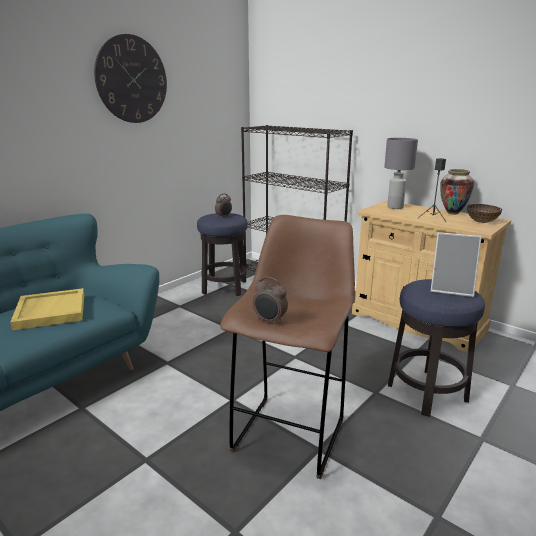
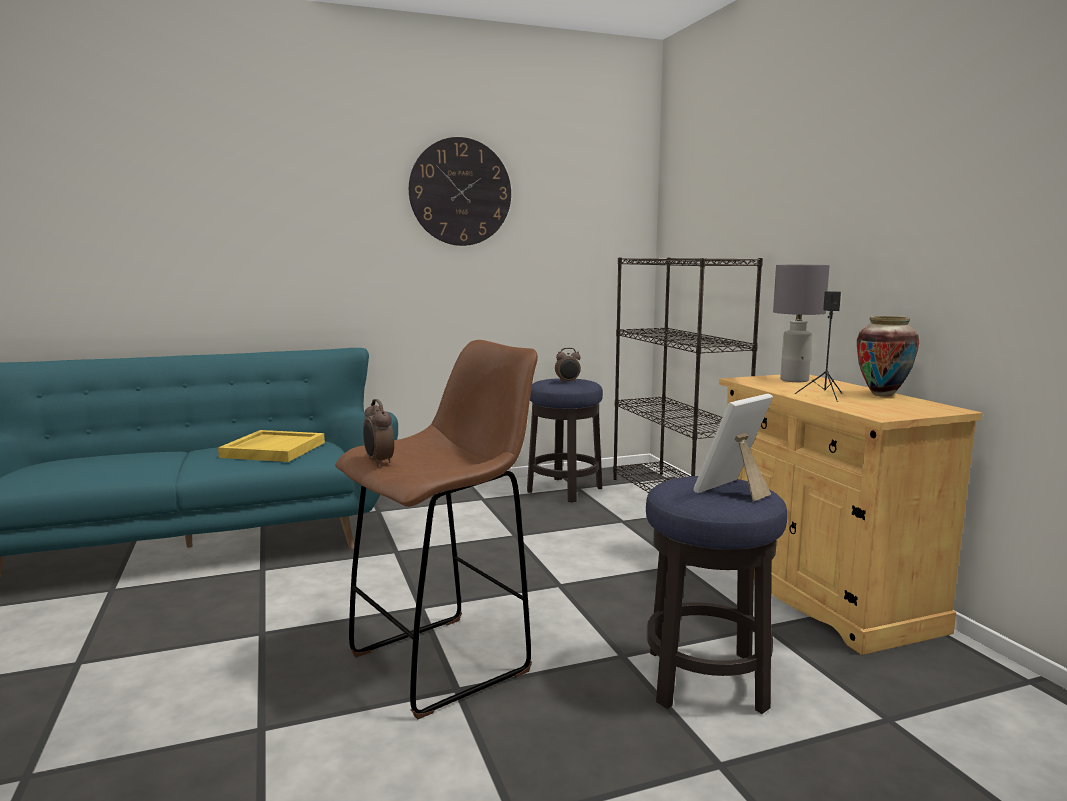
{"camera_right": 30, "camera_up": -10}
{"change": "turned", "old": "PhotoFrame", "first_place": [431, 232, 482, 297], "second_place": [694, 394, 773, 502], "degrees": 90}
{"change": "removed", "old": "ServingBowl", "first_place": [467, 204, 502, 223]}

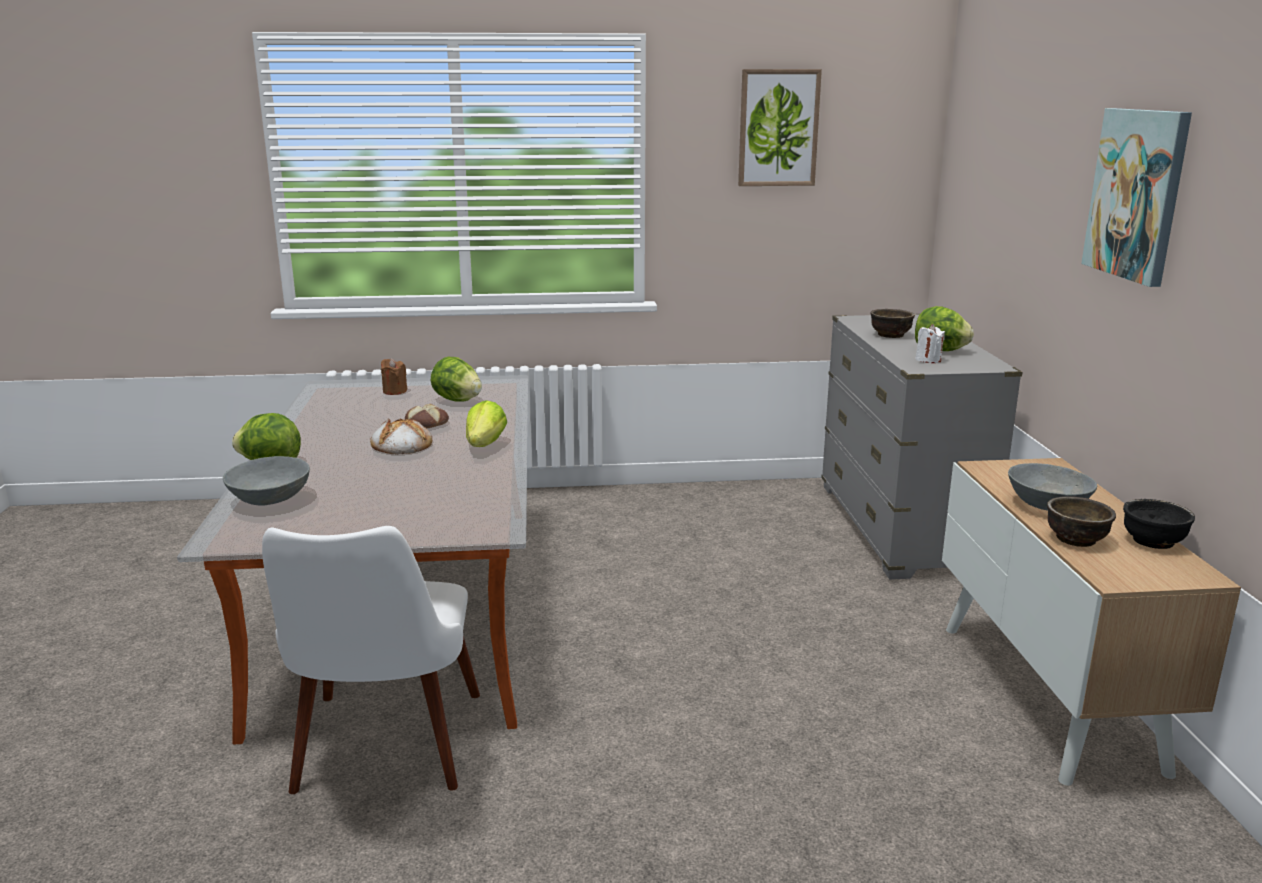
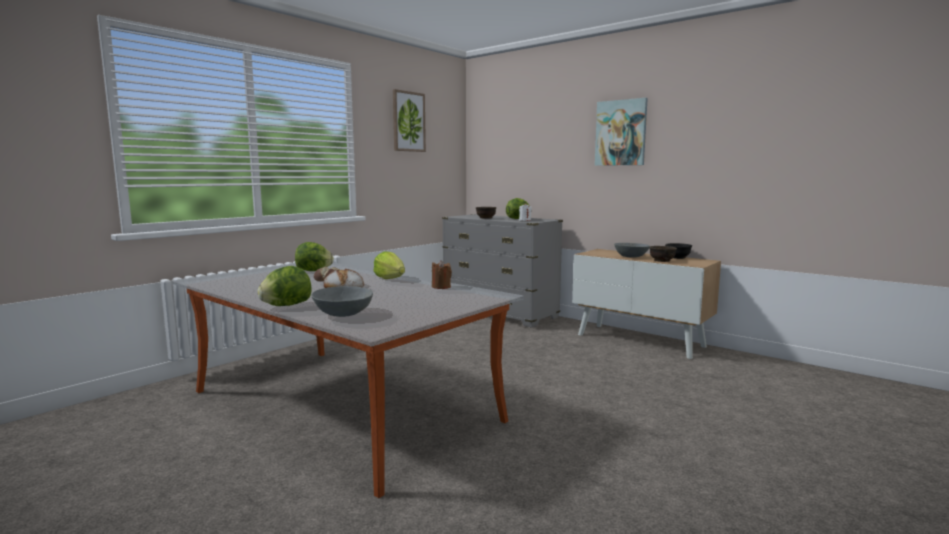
{"camera_right": -45, "camera_up": -10}
{"change": "moved", "old": "BrownColouredCandle", "first_place": [381, 358, 407, 395], "second_place": [432, 260, 452, 289]}
{"change": "removed", "old": "WhiteColouredUprightChair", "first_place": [262, 526, 480, 794]}

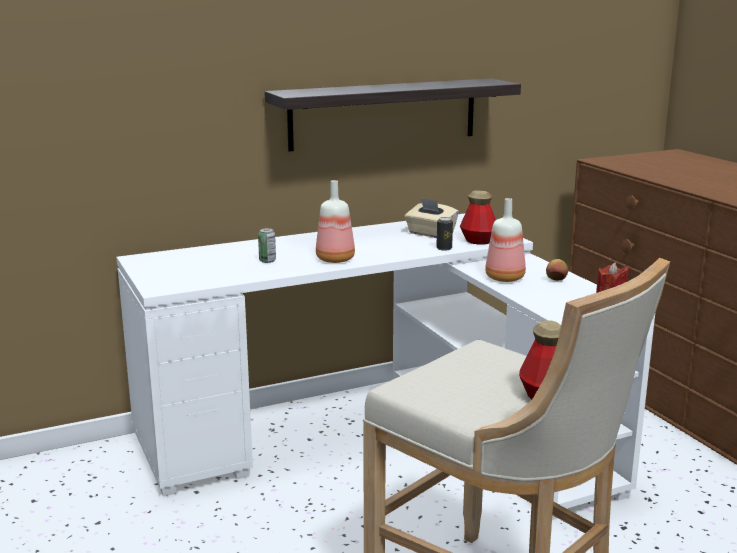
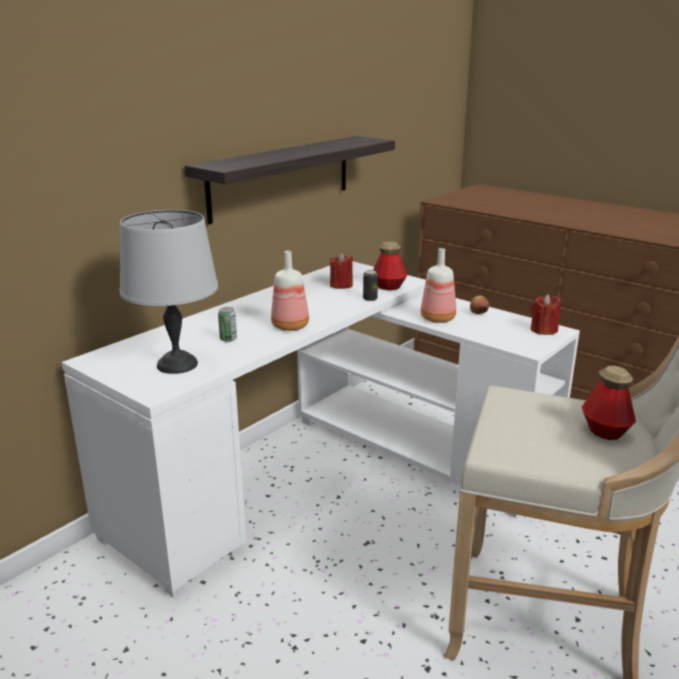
{"camera_right": -25, "camera_up": 5}
{"change": "added", "new": "GreyTableLamp", "second_place": [120, 210, 218, 374]}
{"change": "replaced", "old": "BeigeBoxOfTissues", "new": "ReddishCandle", "first_place": [405, 198, 459, 238], "second_place": [330, 253, 353, 289]}

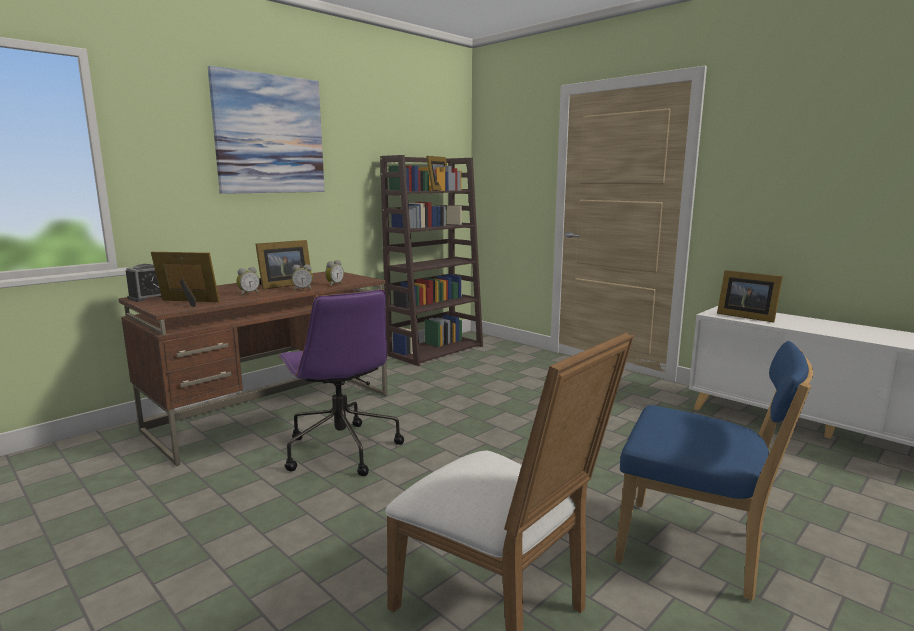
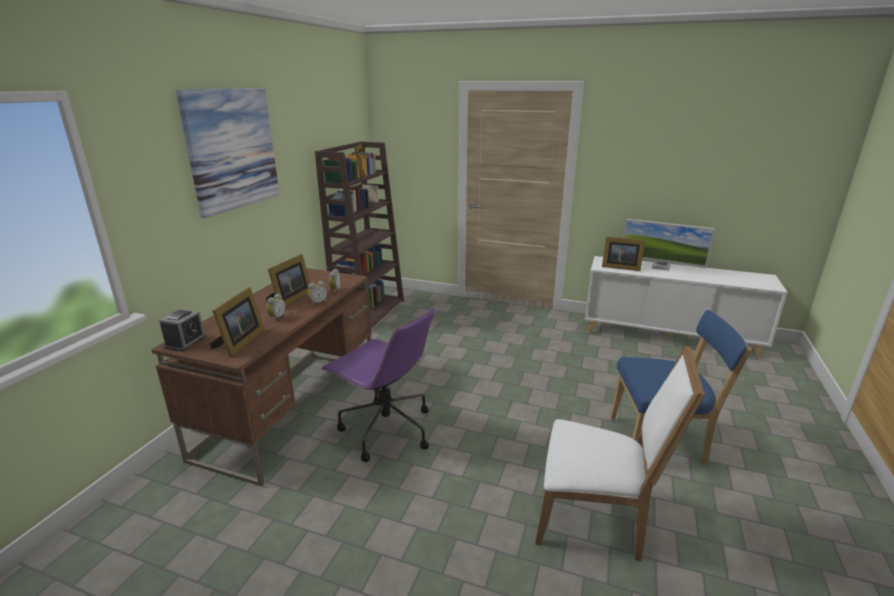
{"camera_right": -25, "camera_up": 10}
{"change": "turned", "old": "PhotoFrame", "first_place": [151, 252, 220, 307], "second_place": [211, 287, 265, 357], "degrees": 120}
{"change": "added", "new": "ComputerScreen", "second_place": [624, 218, 715, 271]}

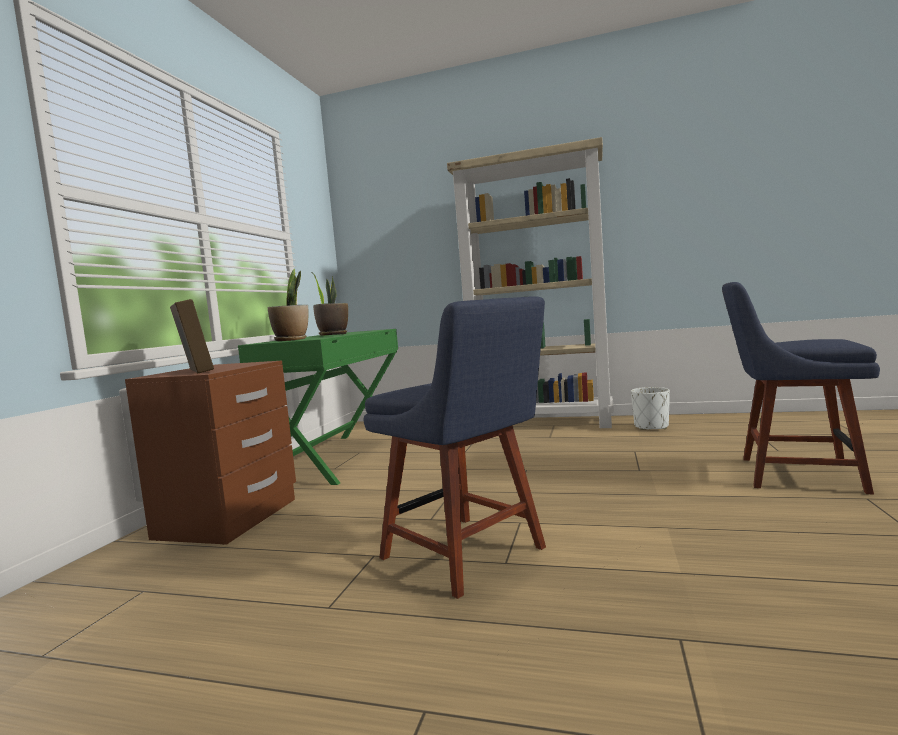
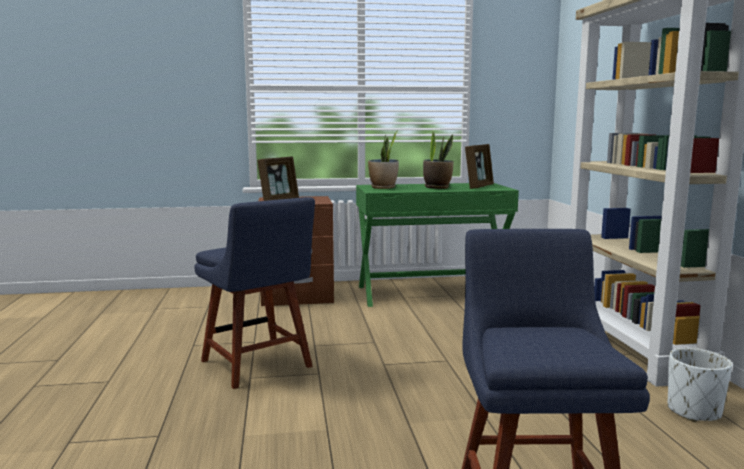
{"camera_right": 65, "camera_up": 5}
{"change": "turned", "old": "BlueColouredUprightChair", "first_place": [364, 296, 546, 599], "second_place": [194, 197, 315, 389], "degrees": -60}
{"change": "added", "new": "PhotoFrame", "second_place": [465, 144, 494, 189]}

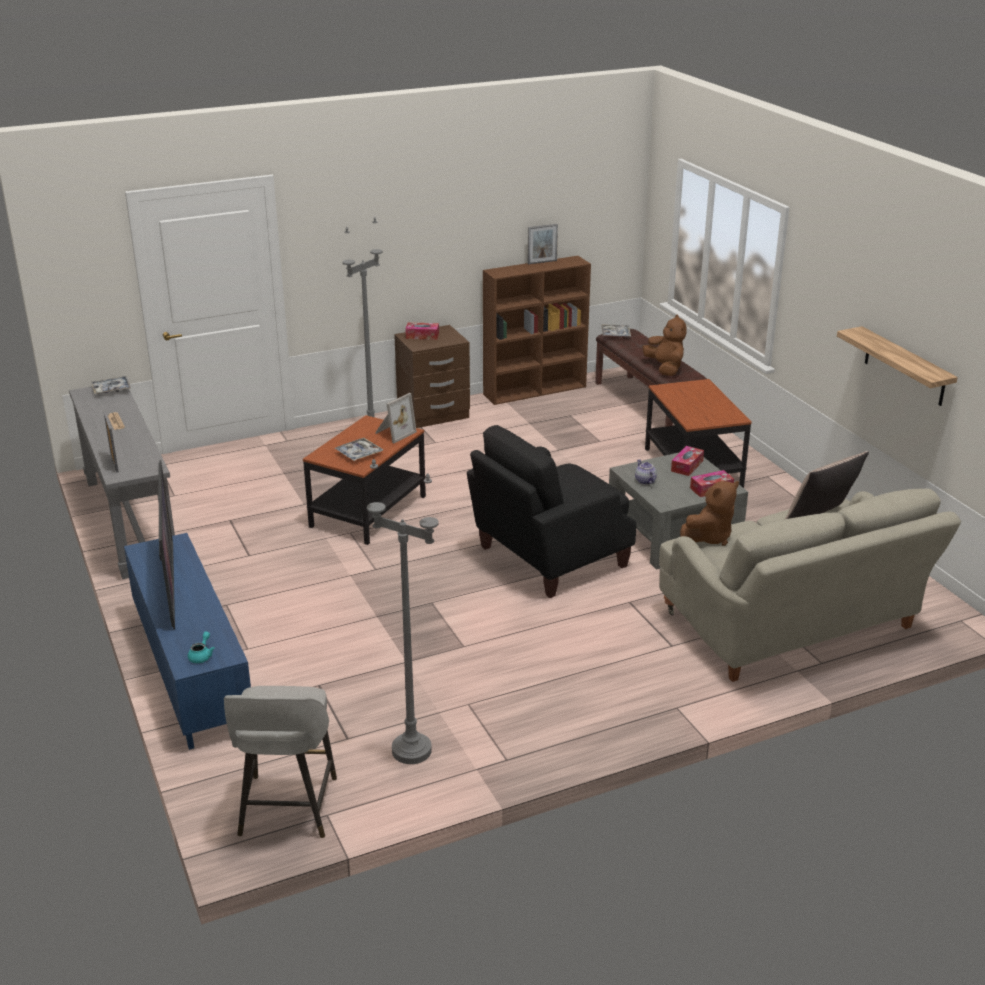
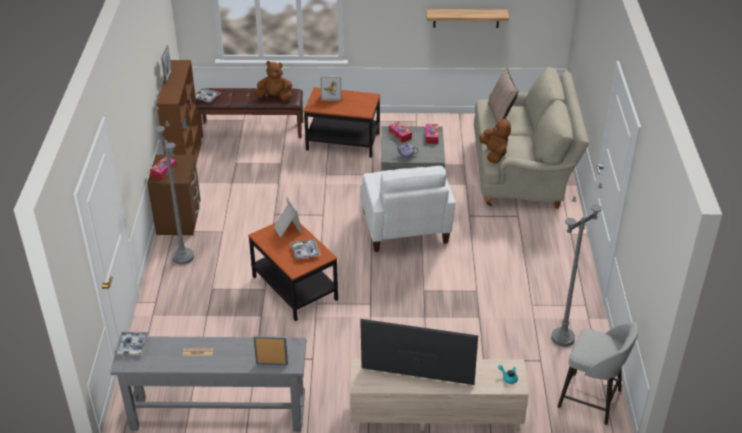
{"camera_right": -65, "camera_up": 10}
{"change": "added", "new": "PhotoFrame", "second_place": [320, 76, 342, 101]}
{"change": "recoloured", "old": "BlueColouredMediaConsole", "new": "BeigeMediaConsole", "first_place": [124, 533, 251, 750], "second_place": [350, 358, 529, 432]}
{"change": "recoloured", "old": "BlackColouredLoungeChair", "new": "WhiteColouredLoungeChair", "first_place": [467, 425, 636, 598], "second_place": [360, 166, 456, 252]}

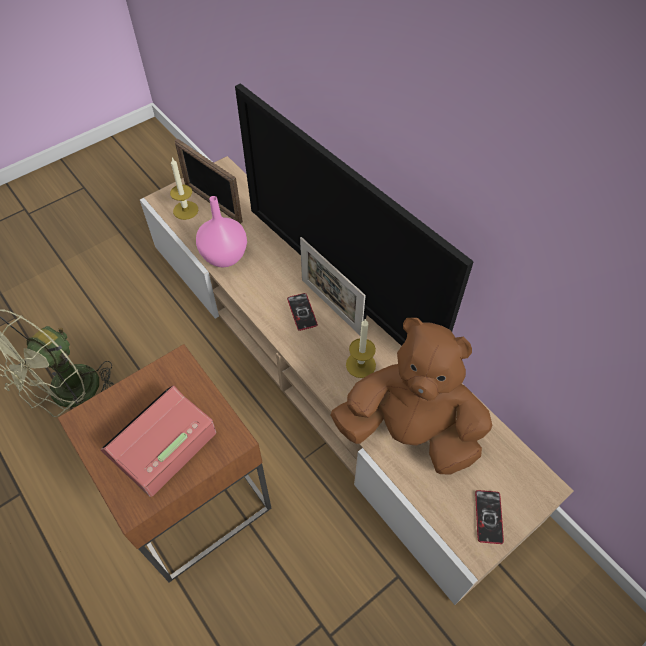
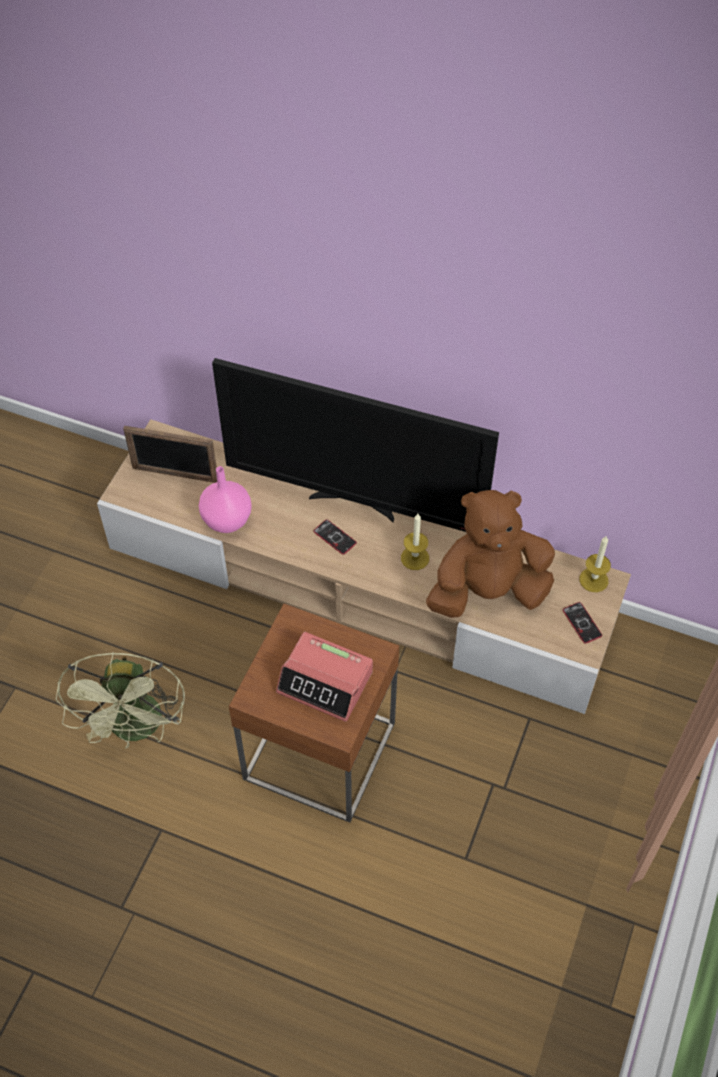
{"camera_right": -30, "camera_up": 0}
{"change": "turned", "old": "TableClock", "first_place": [101, 385, 216, 497], "second_place": [276, 632, 373, 722], "degrees": -75}
{"change": "moved", "old": "Candle", "first_place": [170, 157, 198, 220], "second_place": [580, 536, 611, 592]}
{"change": "removed", "old": "PhotoFrame", "first_place": [300, 237, 366, 335]}

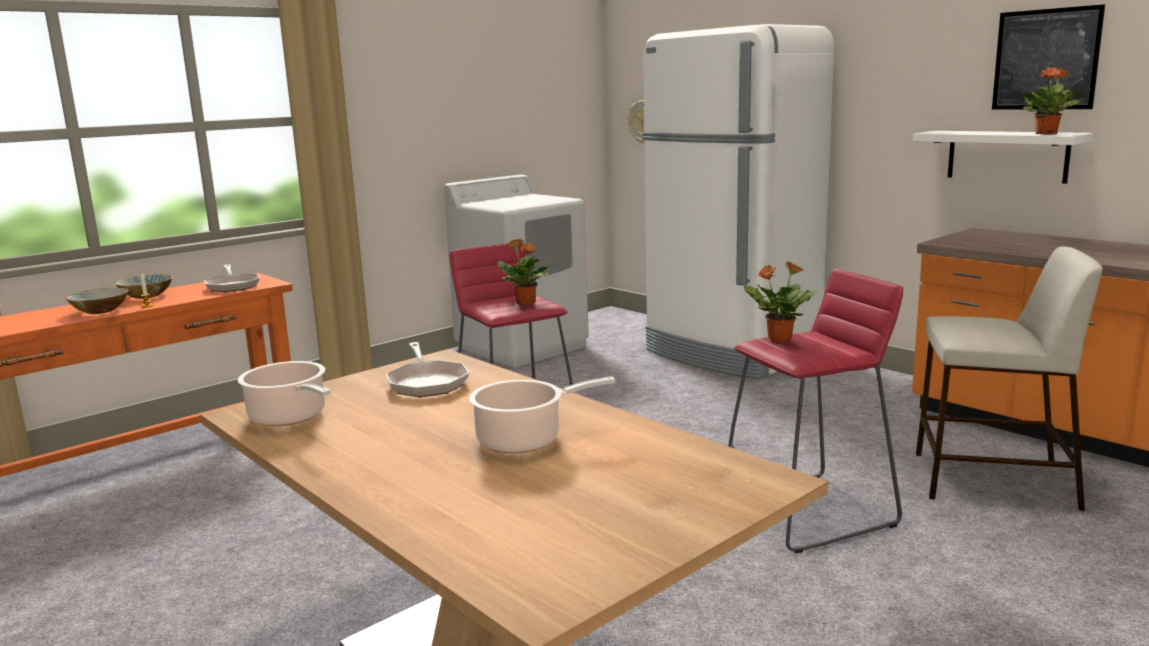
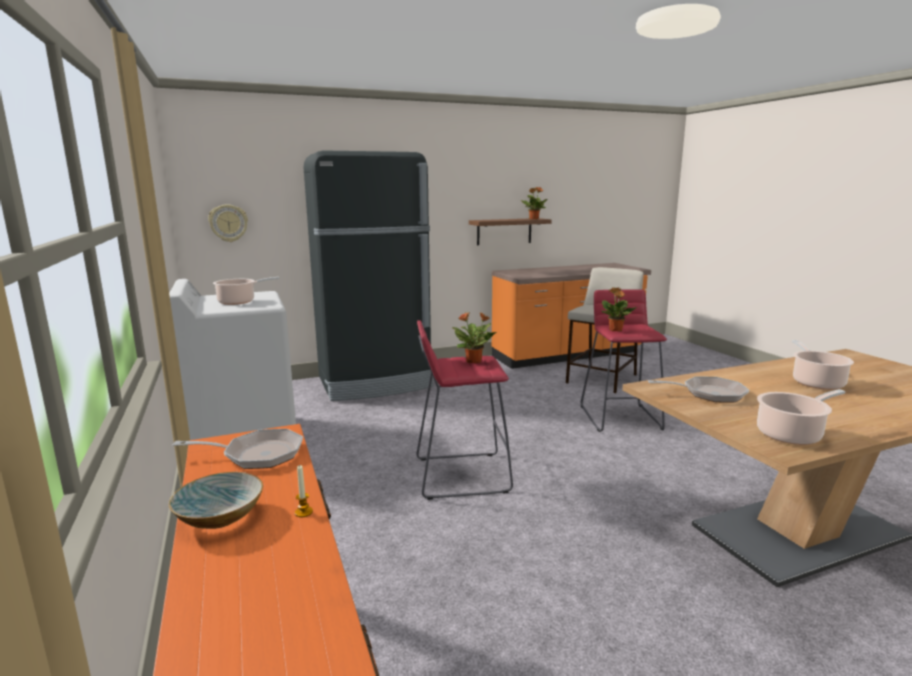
{"camera_right": -70, "camera_up": 0}
{"change": "added", "new": "Saucepot", "second_place": [213, 277, 280, 305]}
{"change": "recoloured", "old": "WhiteColouredKitchenFridge", "new": "BlackColouredKitchenFridge", "first_place": [643, 24, 834, 379], "second_place": [303, 150, 433, 401]}
{"change": "recoloured", "old": "WhiteColouredBracketShelf", "new": "BrownColouredBracketShelf", "first_place": [913, 131, 1094, 184], "second_place": [469, 218, 551, 245]}
{"change": "removed", "old": "ServingBowl", "first_place": [66, 288, 129, 314]}
{"change": "removed", "old": "WallArt", "first_place": [992, 4, 1105, 110]}

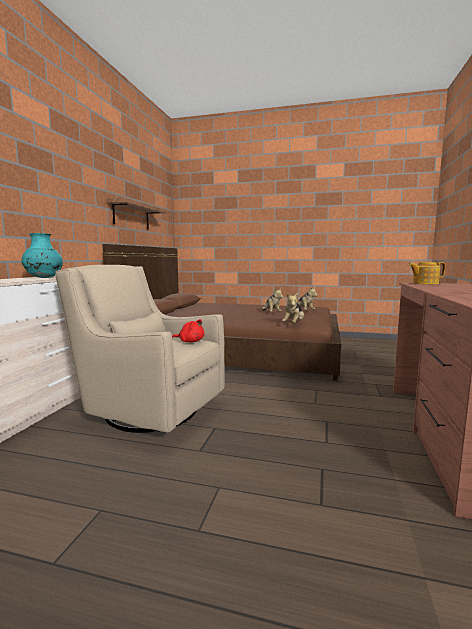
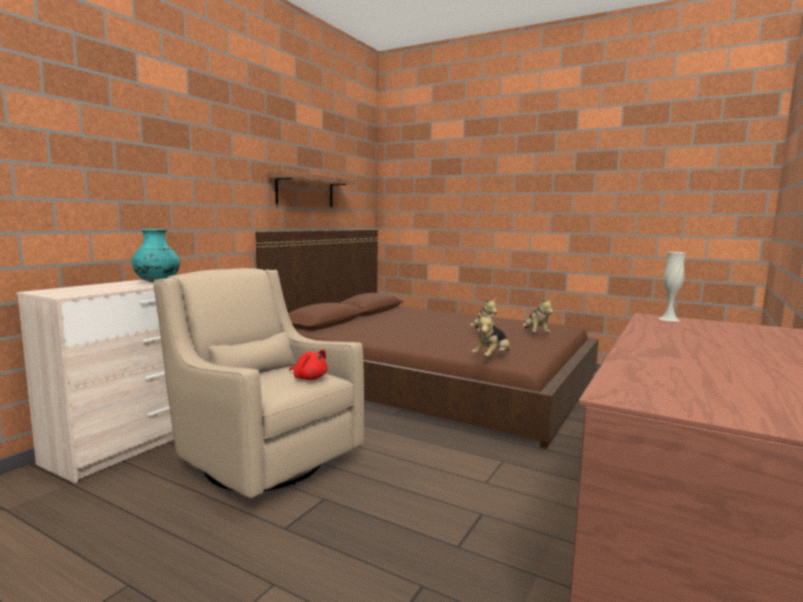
{"camera_right": 15, "camera_up": 0}
{"change": "replaced", "old": "TeaPot", "new": "WhiteColouredFlowerVase", "first_place": [408, 262, 445, 284], "second_place": [659, 252, 686, 322]}

